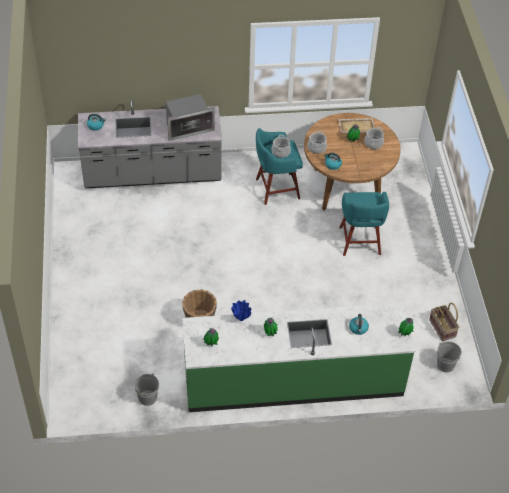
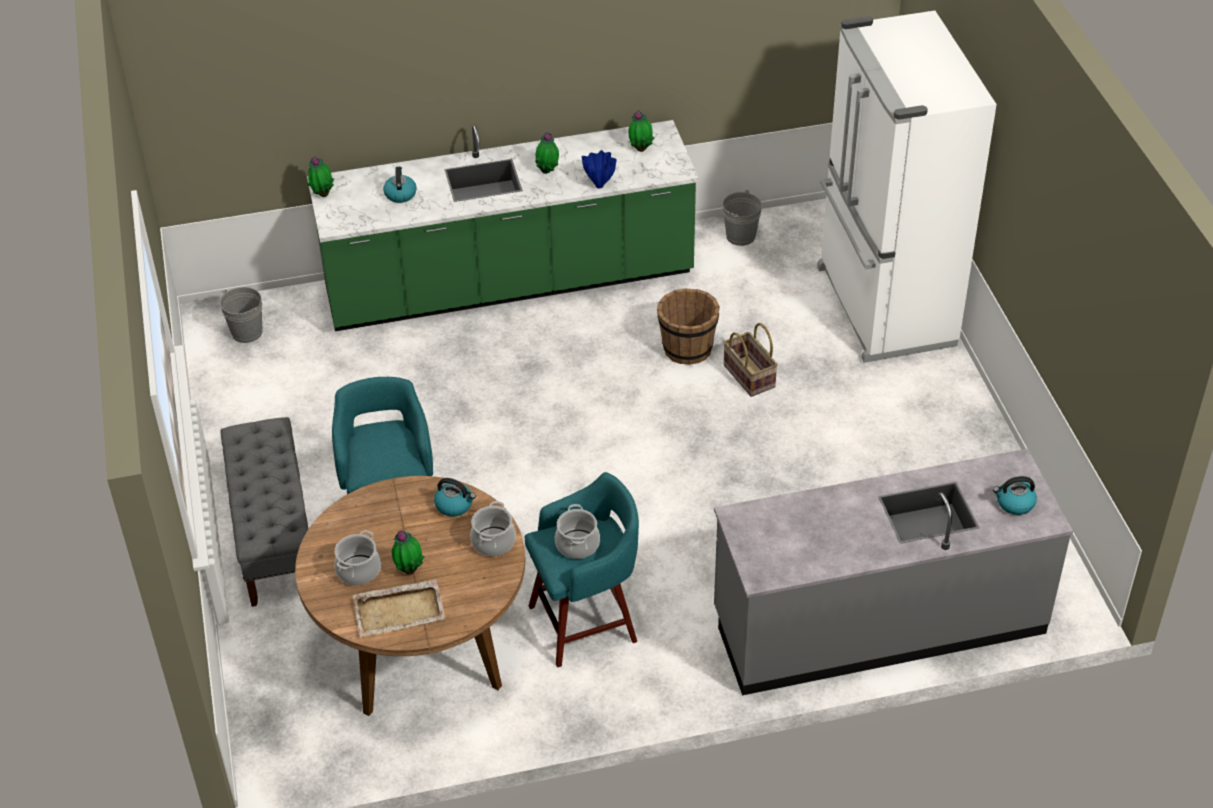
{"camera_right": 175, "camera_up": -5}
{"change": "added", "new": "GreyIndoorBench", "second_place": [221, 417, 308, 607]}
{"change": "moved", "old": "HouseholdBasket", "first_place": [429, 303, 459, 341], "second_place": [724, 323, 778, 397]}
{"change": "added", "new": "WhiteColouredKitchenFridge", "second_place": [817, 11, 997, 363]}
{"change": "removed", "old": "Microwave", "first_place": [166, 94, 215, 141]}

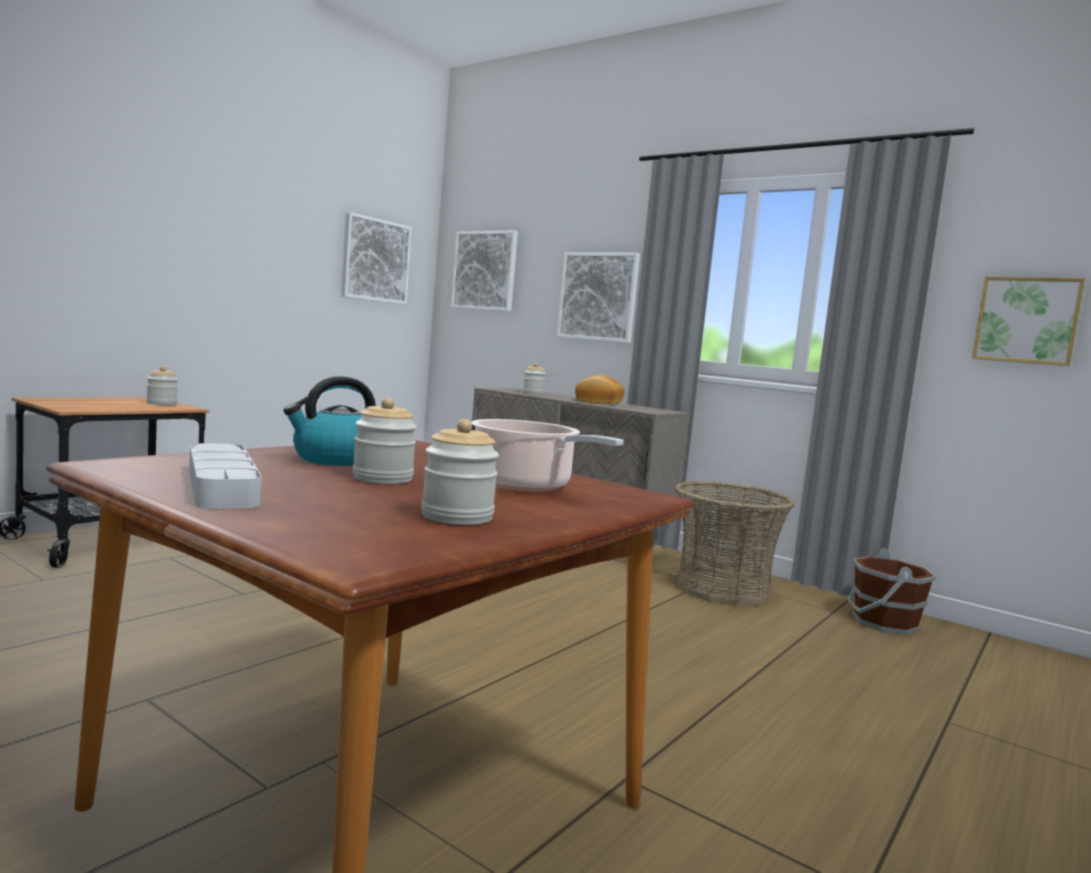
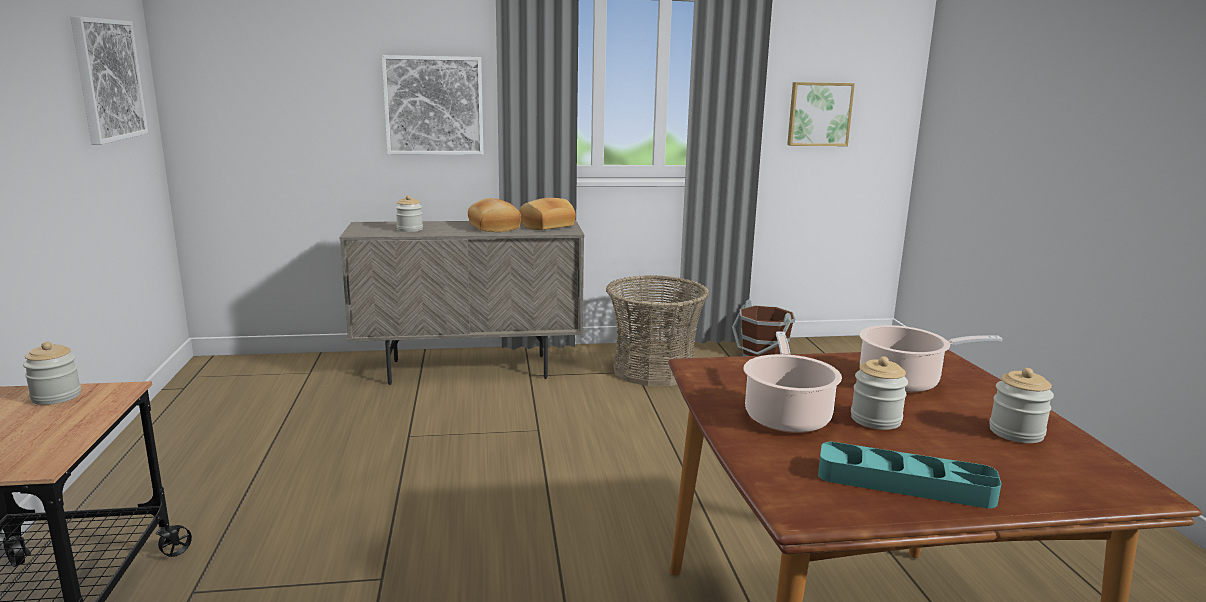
{"camera_right": -45, "camera_up": 10}
{"change": "added", "new": "BakedBread", "second_place": [519, 198, 576, 230]}
{"change": "replaced", "old": "Kettle", "new": "Saucepot", "first_place": [283, 376, 376, 466], "second_place": [743, 331, 842, 433]}
{"change": "recoloured", "old": "GreyCarryingTray", "new": "TurquoiseColouredCarryingTray", "first_place": [189, 443, 262, 509], "second_place": [818, 442, 1002, 509]}
{"change": "removed", "old": "WallArt", "first_place": [451, 230, 518, 312]}

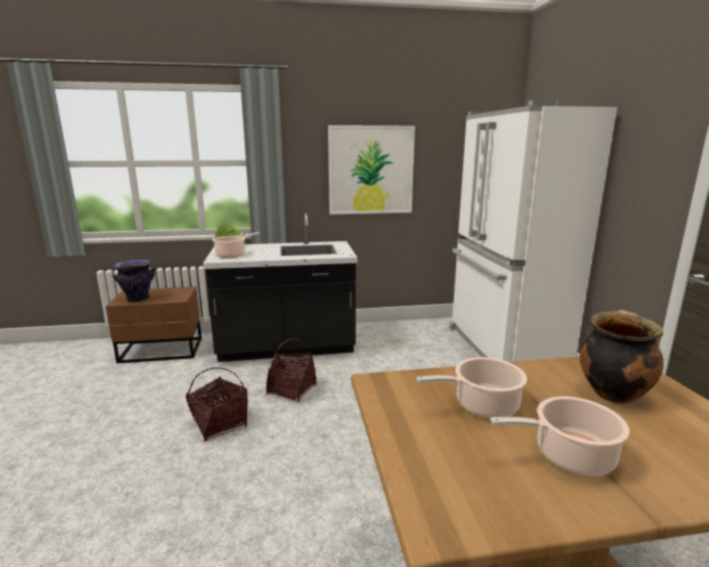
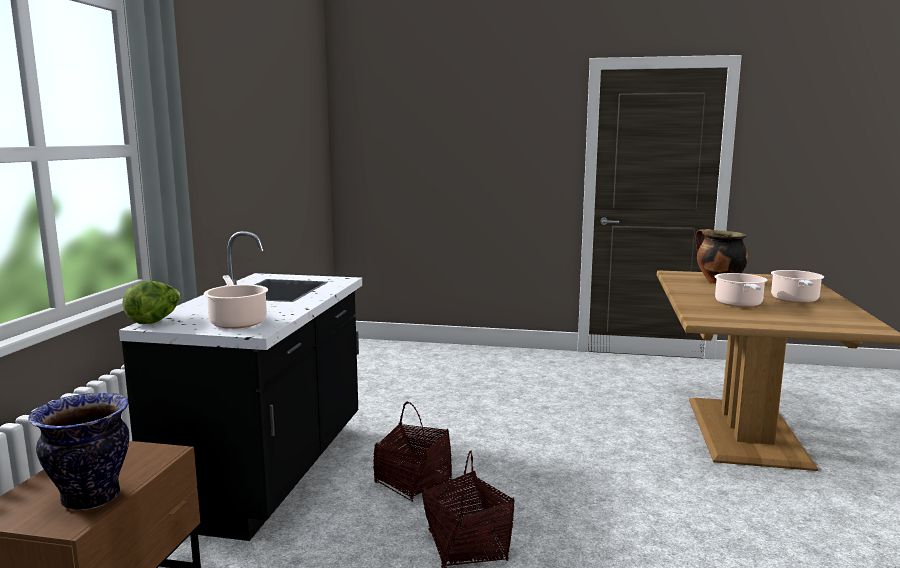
{"camera_right": -70, "camera_up": -5}
{"change": "removed", "old": "WallArt", "first_place": [328, 125, 415, 215]}
{"change": "removed", "old": "WhiteColouredKitchenFridge", "first_place": [450, 100, 618, 362]}

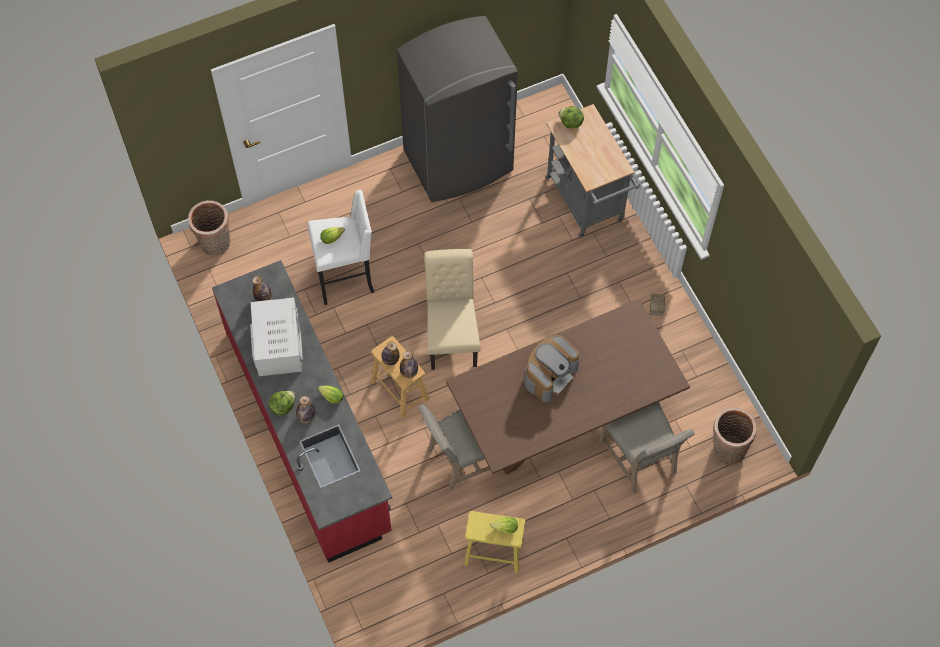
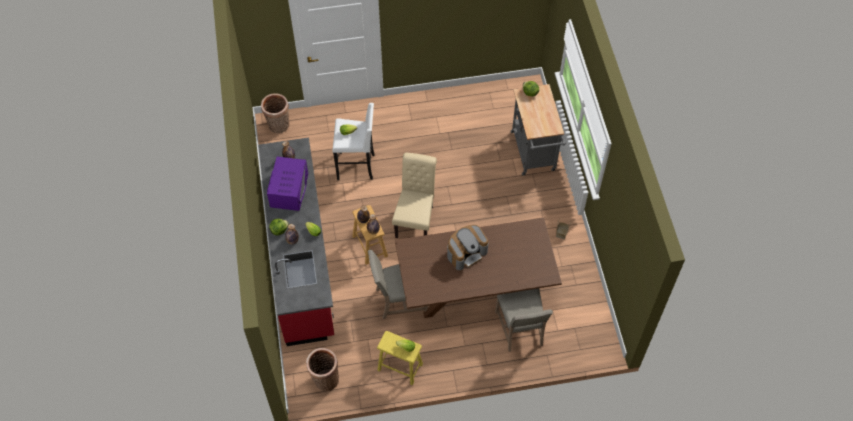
{"camera_right": 15, "camera_up": -5}
{"change": "recoloured", "old": "WhiteColouredMicrowave", "new": "PurpleMicrowave", "first_place": [250, 297, 302, 376], "second_place": [267, 156, 308, 211]}
{"change": "moved", "old": "HouseholdBasket", "first_place": [713, 407, 757, 465], "second_place": [306, 348, 339, 391]}
{"change": "removed", "old": "GreyKitchenFridge", "first_place": [397, 16, 518, 202]}

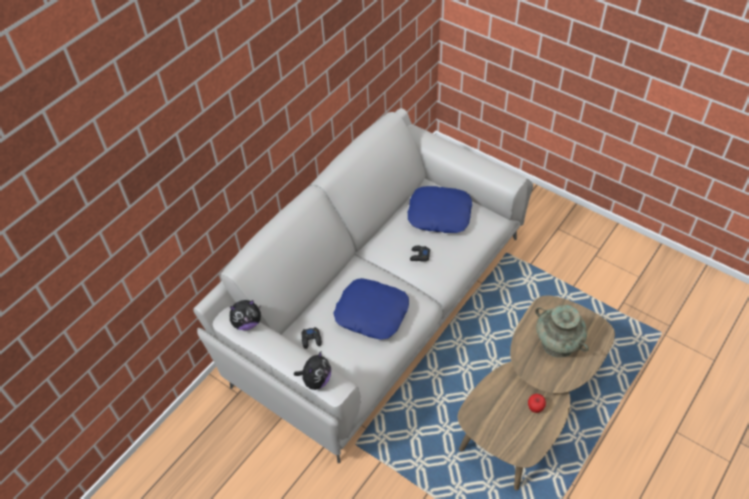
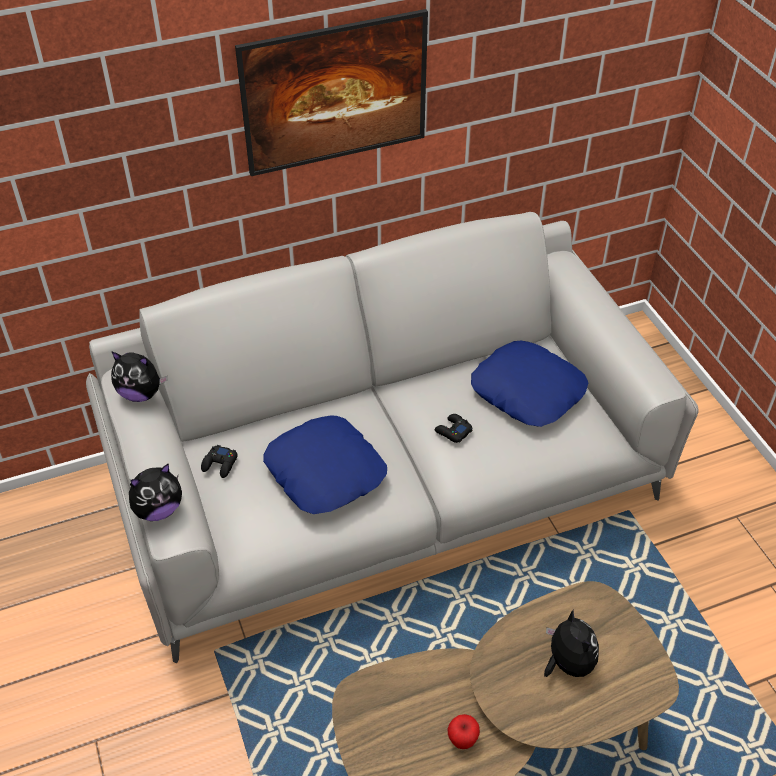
{"camera_right": 30, "camera_up": -5}
{"change": "added", "new": "WallArt", "second_place": [235, 9, 428, 176]}
{"change": "replaced", "old": "TurquoiseColouredFlowerVase", "new": "SoftToy", "first_place": [535, 305, 589, 358], "second_place": [544, 610, 599, 677]}

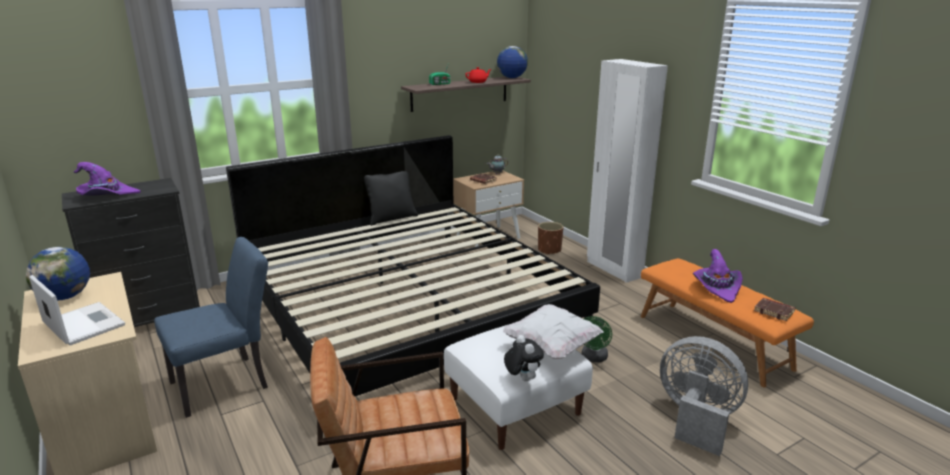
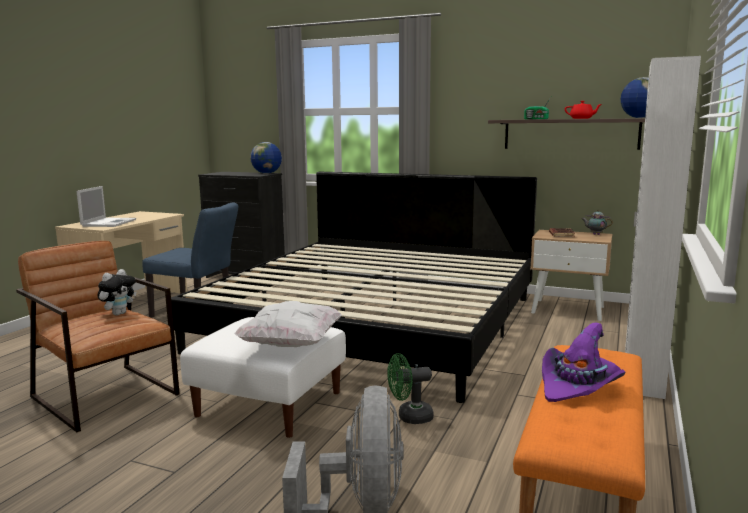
{"camera_right": 55, "camera_up": -10}
{"change": "moved", "old": "SoftToy", "first_place": [504, 335, 544, 381], "second_place": [97, 269, 137, 316]}
{"change": "moved", "old": "Globe", "first_place": [26, 247, 90, 300], "second_place": [250, 142, 282, 174]}
{"change": "removed", "old": "PurpleClothingHat", "first_place": [74, 162, 141, 196]}
{"change": "removed", "old": "BlackColouredCushion", "first_place": [364, 171, 418, 226]}
{"change": "removed", "old": "BrownColouredPlanter", "first_place": [538, 222, 563, 255]}
{"change": "removed", "old": "BrownColouredVolume", "first_place": [754, 298, 795, 321]}

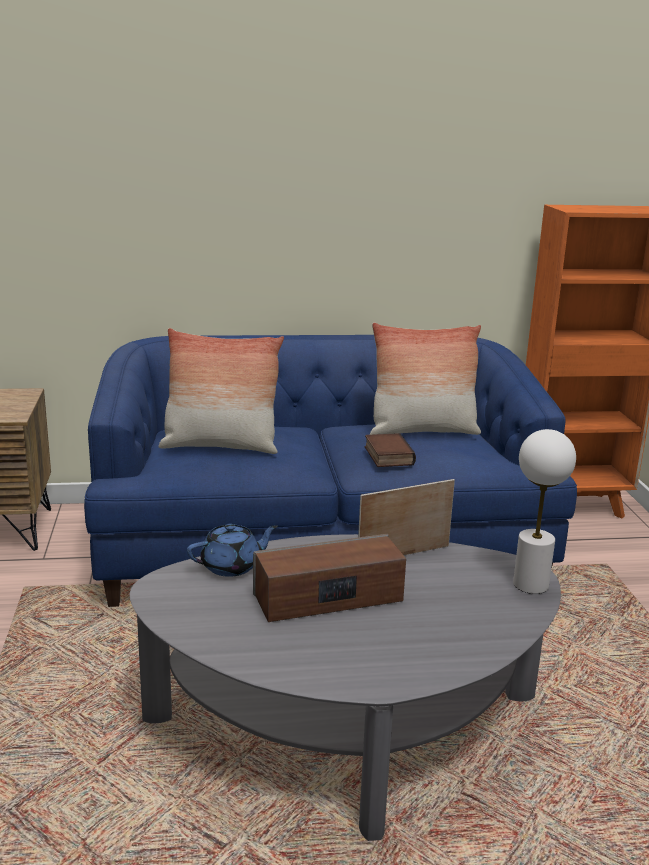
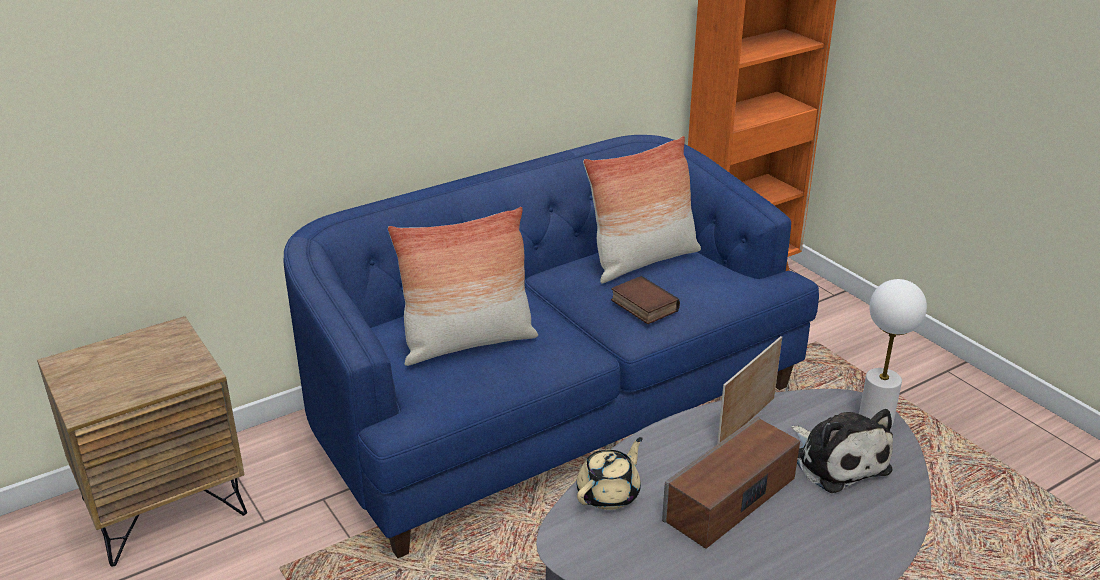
{"camera_right": -25, "camera_up": 10}
{"change": "recoloured", "old": "BlueColouredTeaPot", "new": "BeigeTeaPot", "first_place": [187, 524, 278, 577], "second_place": [576, 437, 643, 510]}
{"change": "added", "new": "SoftToy", "second_place": [792, 409, 893, 493]}

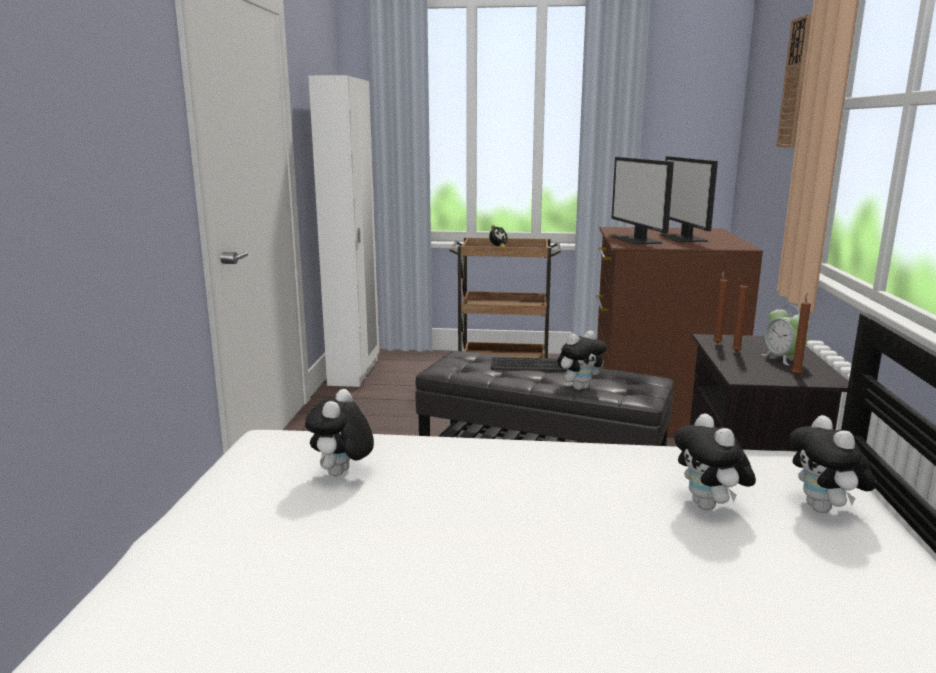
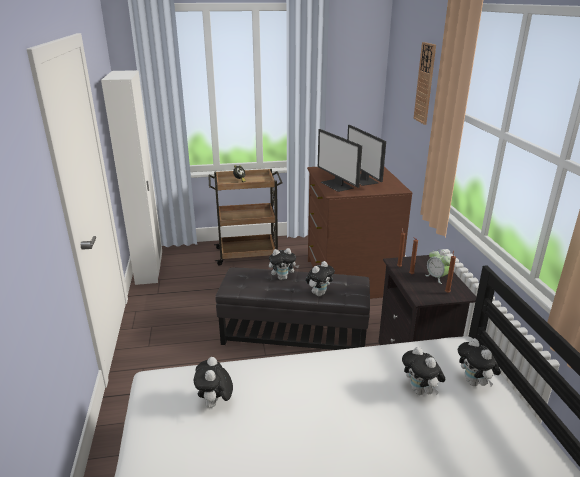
{"camera_right": -15, "camera_up": 10}
{"change": "replaced", "old": "Keyboard", "new": "SoftToy", "first_place": [491, 357, 567, 372], "second_place": [269, 248, 299, 280]}

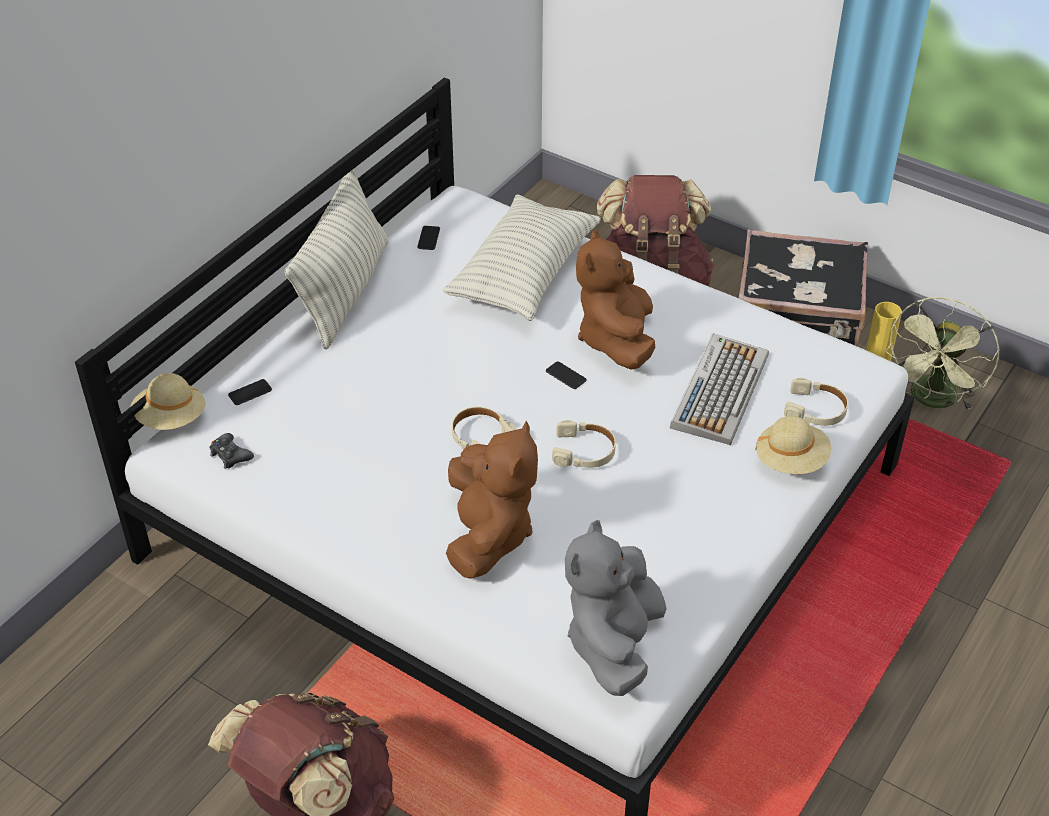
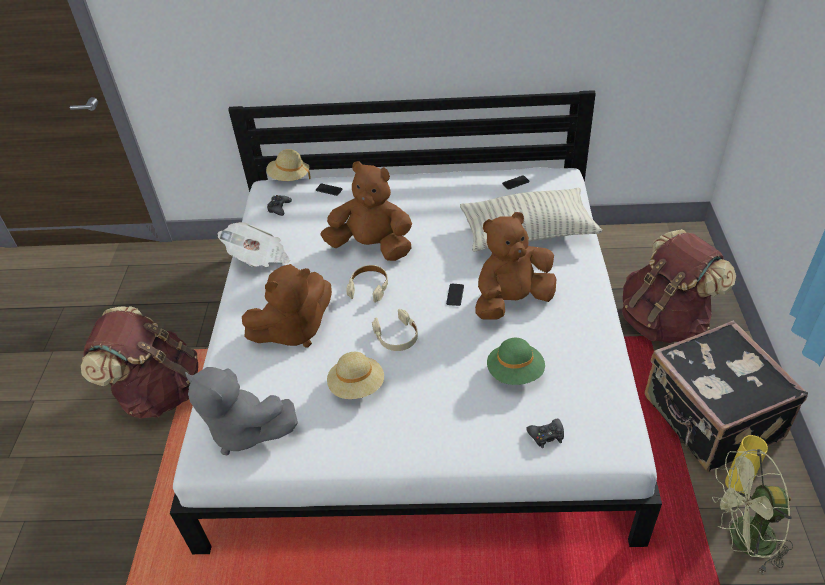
{"camera_right": 60, "camera_up": 0}
{"change": "turned", "old": "GreySoftToy", "first_place": [565, 520, 667, 696], "second_place": [185, 367, 298, 455], "degrees": -135}
{"change": "added", "new": "PrintedPaper", "second_place": [218, 222, 290, 267]}
{"change": "added", "new": "BrownColouredSoftToy", "second_place": [320, 161, 412, 261]}
{"change": "moved", "old": "BeigeClothingHat", "first_place": [755, 416, 831, 474], "second_place": [327, 352, 384, 399]}
{"change": "replaced", "old": "Keyboard", "new": "GreenishClothingHat", "first_place": [670, 333, 769, 445], "second_place": [487, 338, 545, 385]}
{"change": "replaced", "old": "BeigeHeadphones", "new": "BlackColouredJoypad", "first_place": [784, 378, 848, 426], "second_place": [526, 419, 564, 448]}
{"change": "removed", "old": "Cushion", "first_place": [284, 169, 388, 350]}

